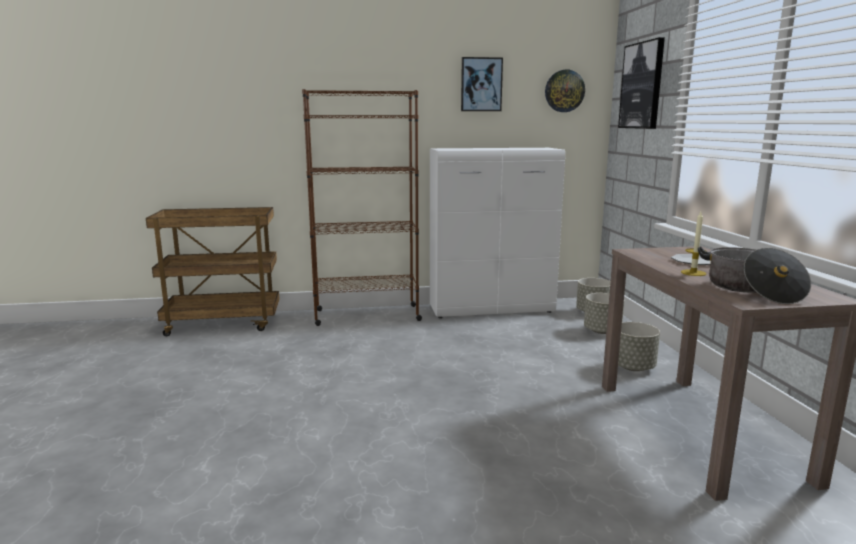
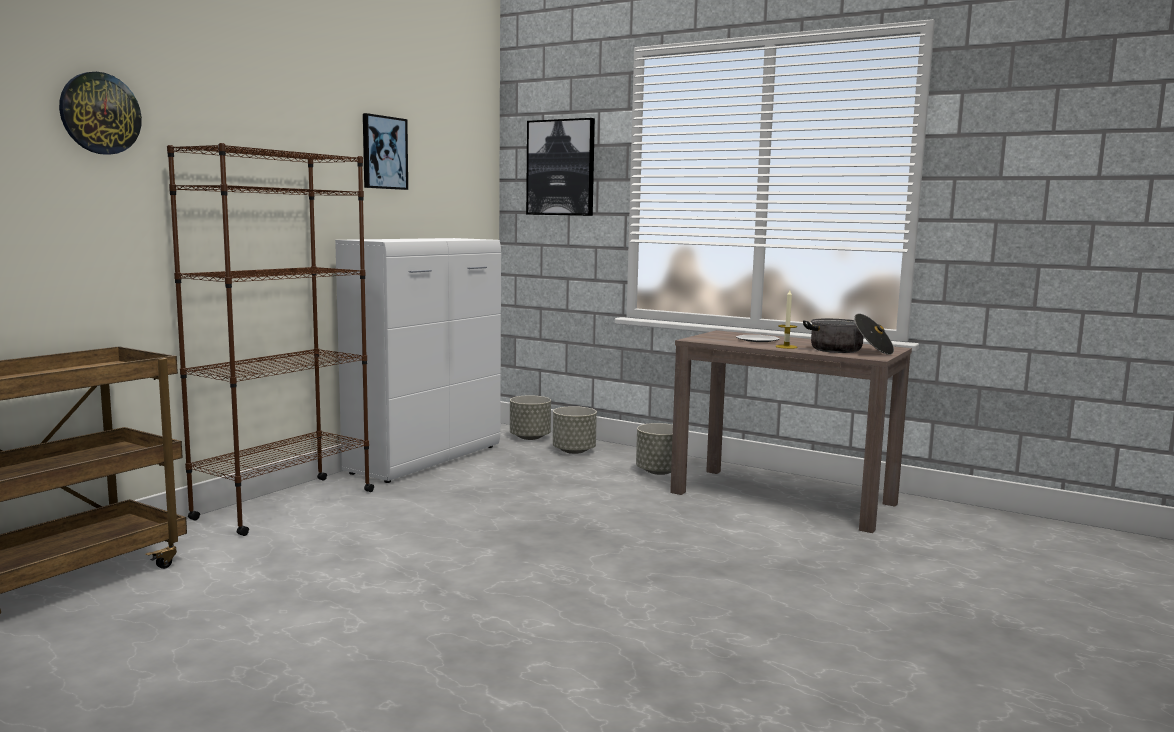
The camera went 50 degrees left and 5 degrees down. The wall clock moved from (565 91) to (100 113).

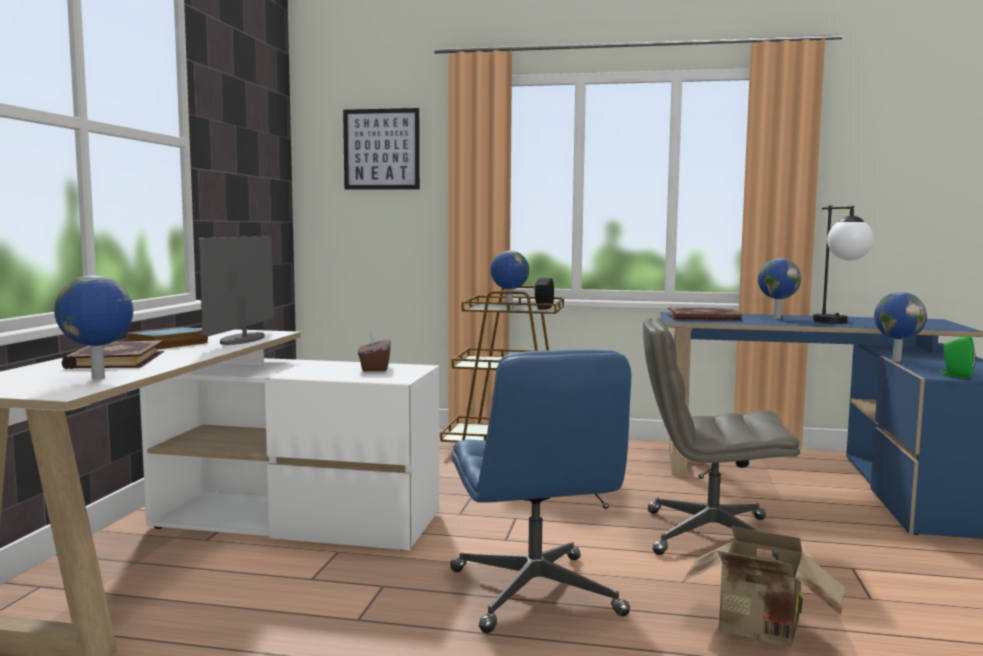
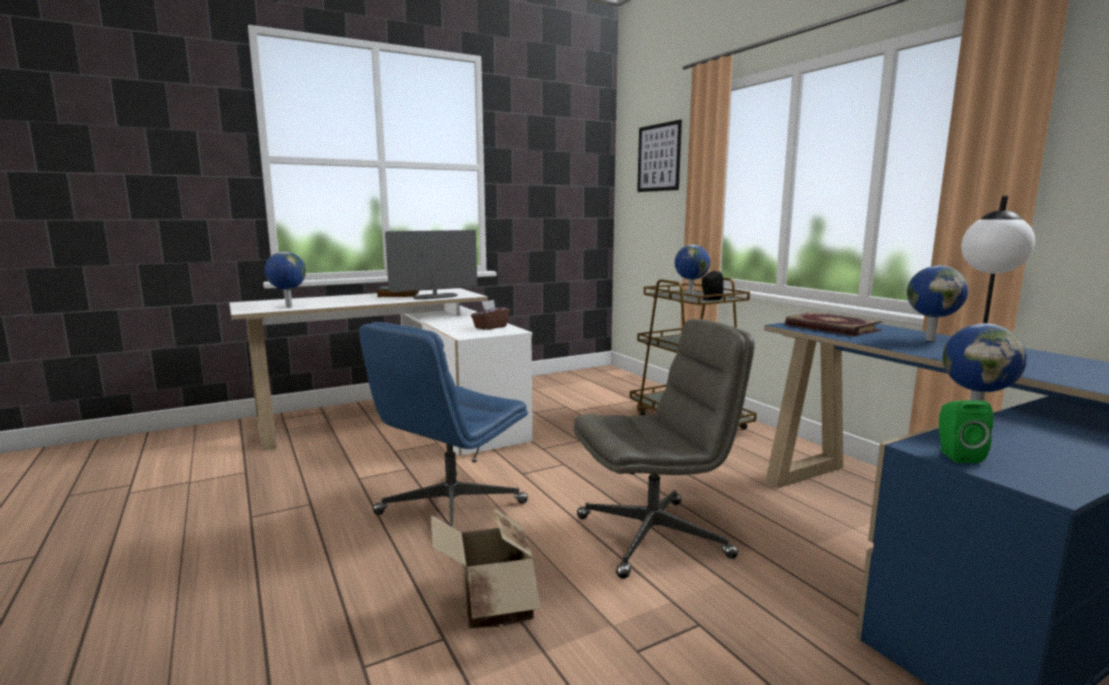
The camera went 50 degrees right and 5 degrees up. The grey office chair at (721 439) turned 105 degrees clockwise. The book at (112 354) disappeared.

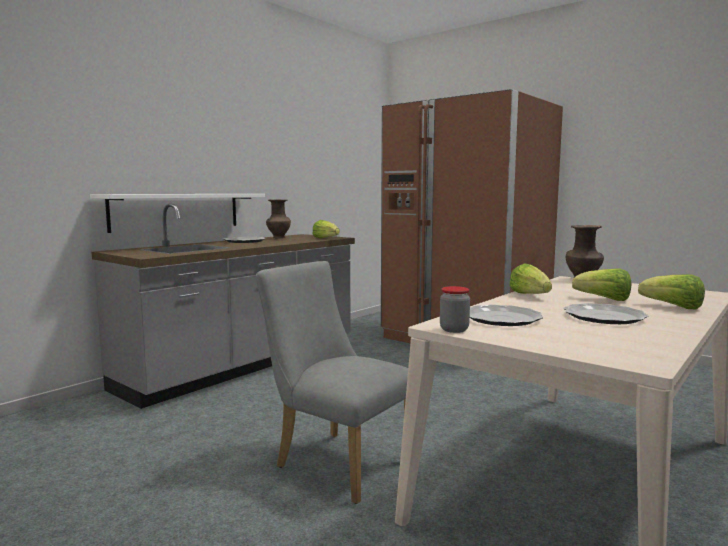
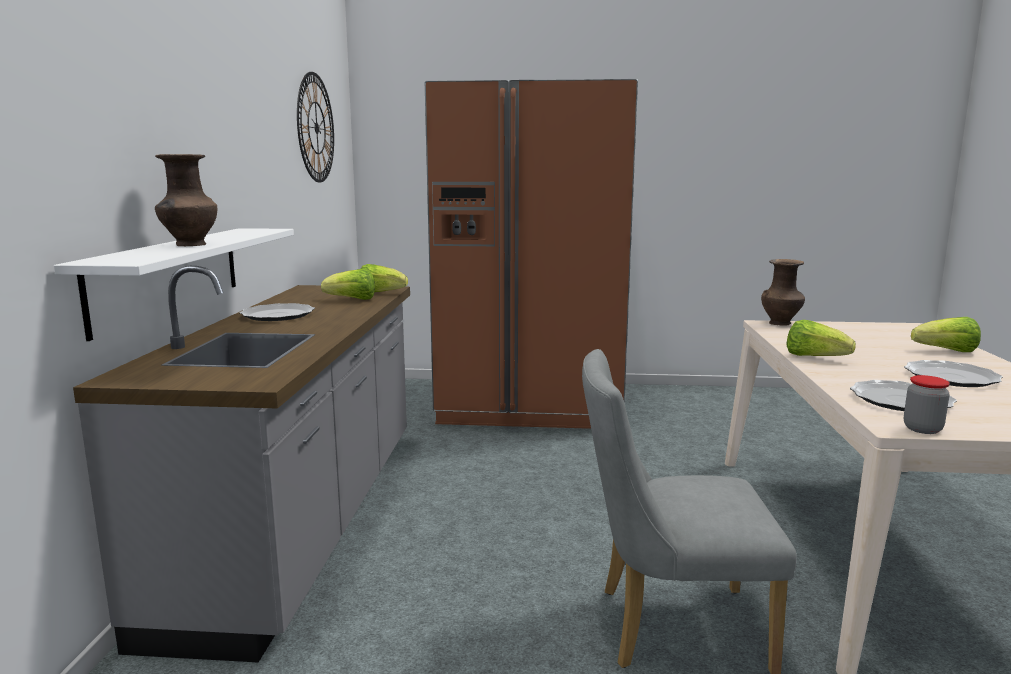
The camera went 35 degrees left and 5 degrees up. The brown vase moved from (278 219) to (186 200). The lettuce moved from (601 285) to (348 284). The wall clock at (315 127) appeared.

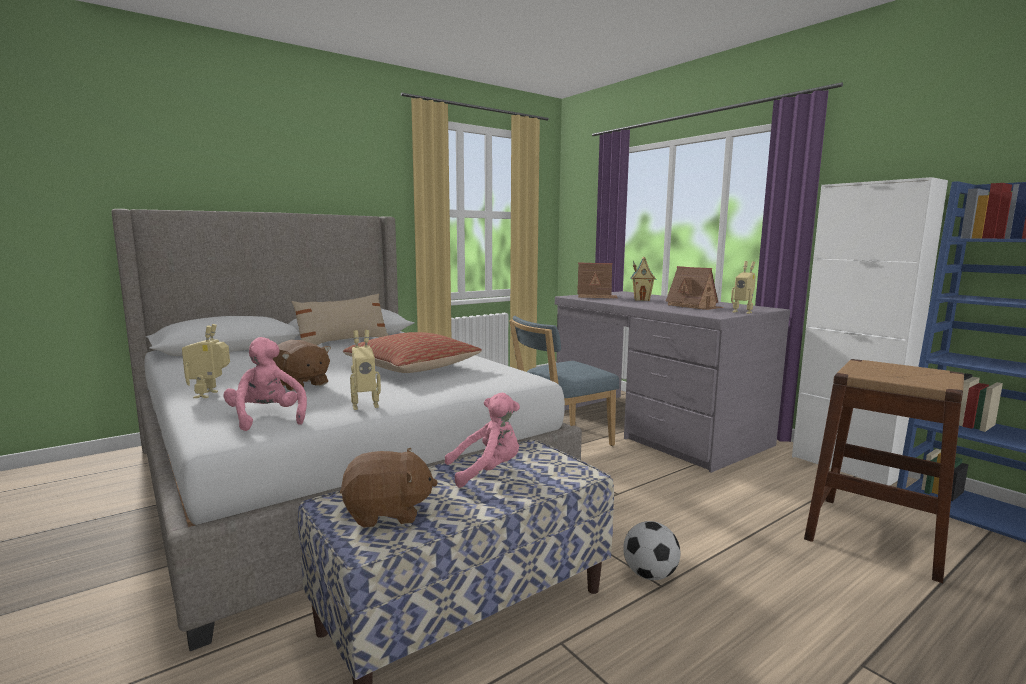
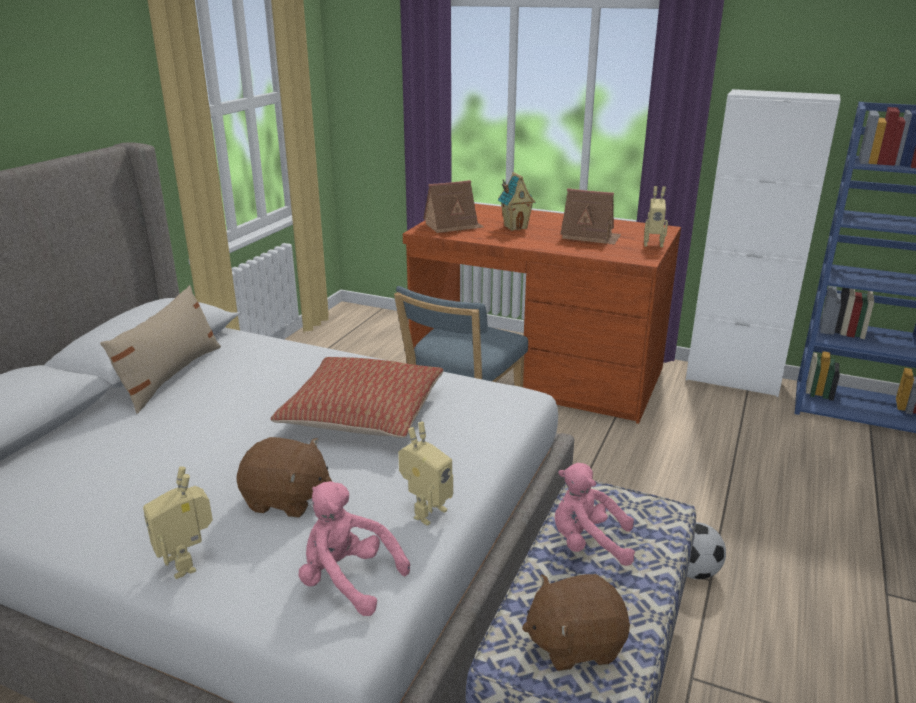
The camera went 30 degrees left and 15 degrees up. The grey desk at (672 382) became the brown desk at (542 314). The brown stool at (884 471) disappeared. The pink plush toy at (482 440) turned 120 degrees counterclockwise. The brown plush toy at (389 488) turned 150 degrees counterclockwise.

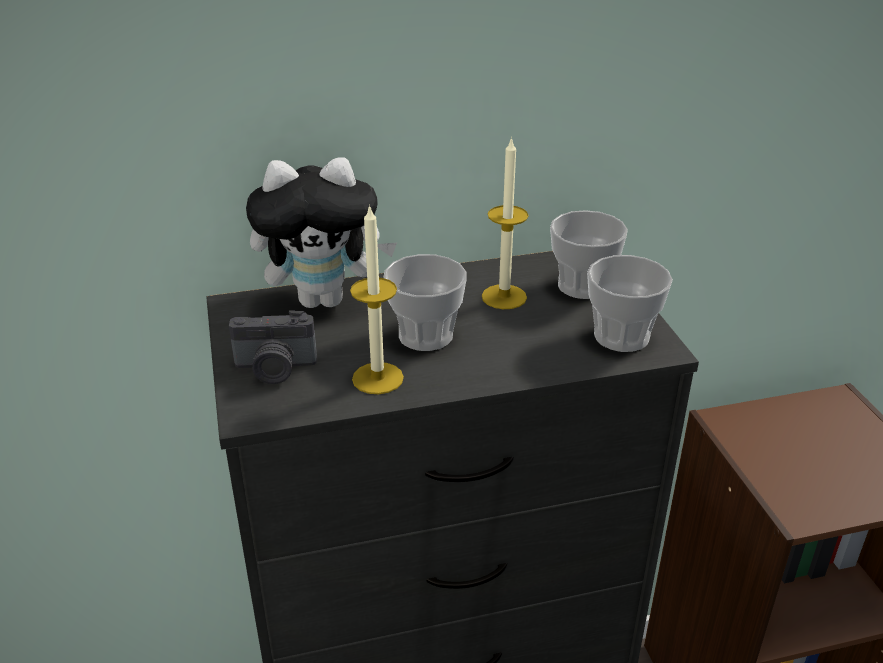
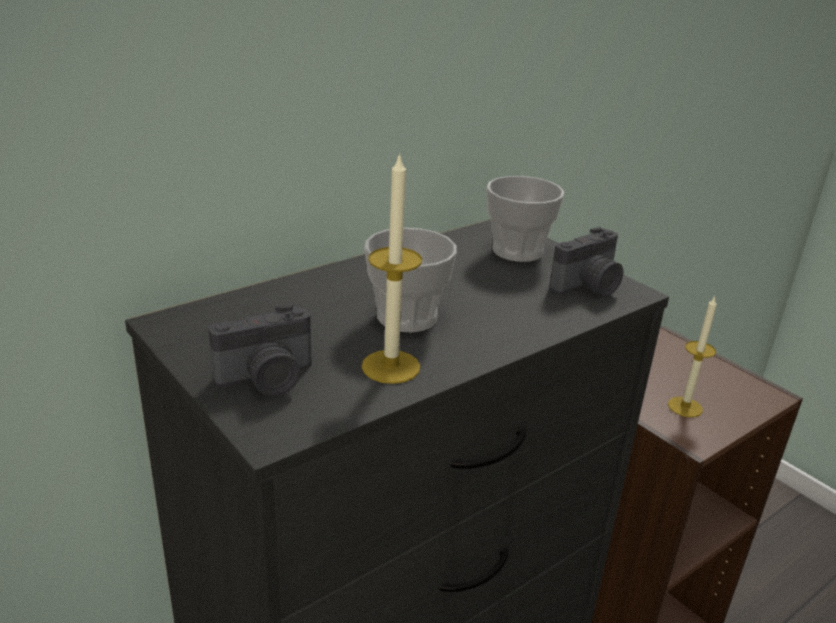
The camera went 25 degrees left and 5 degrees down. The candle moved from (505 223) to (692 356). The plush toy at (321 232) disappeared. The cup at (630 303) was replaced by the photo camera at (586 262).

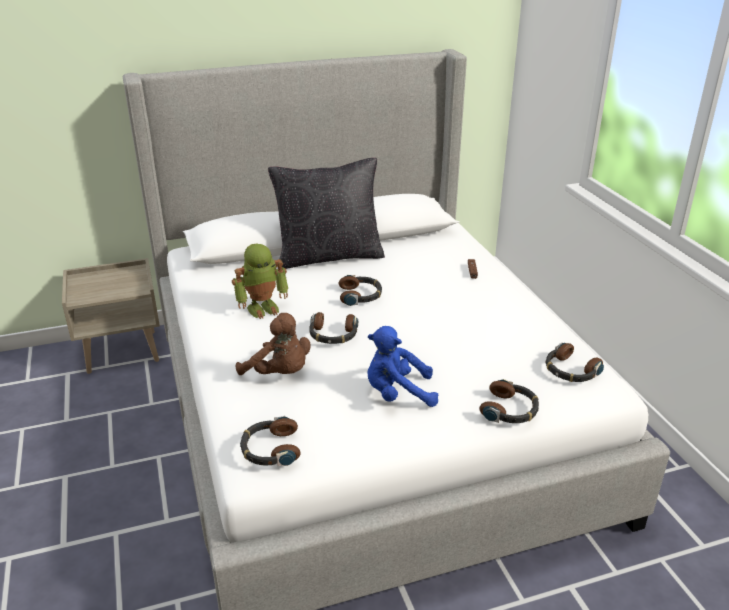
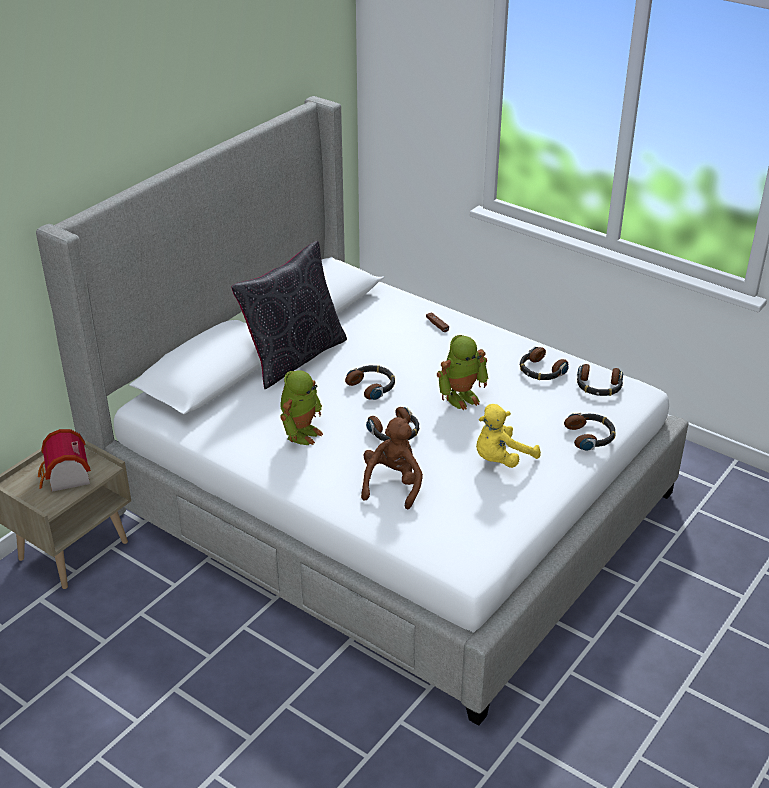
The camera went 35 degrees left and 5 degrees up. The brown plush toy at (273 344) turned 75 degrees counterclockwise. The blue plush toy at (402 366) became the yellow plush toy at (508 436). The headphones moved from (270 441) to (544 363). The toy robot at (462 372) appeared. The toy house at (64 460) appeared.

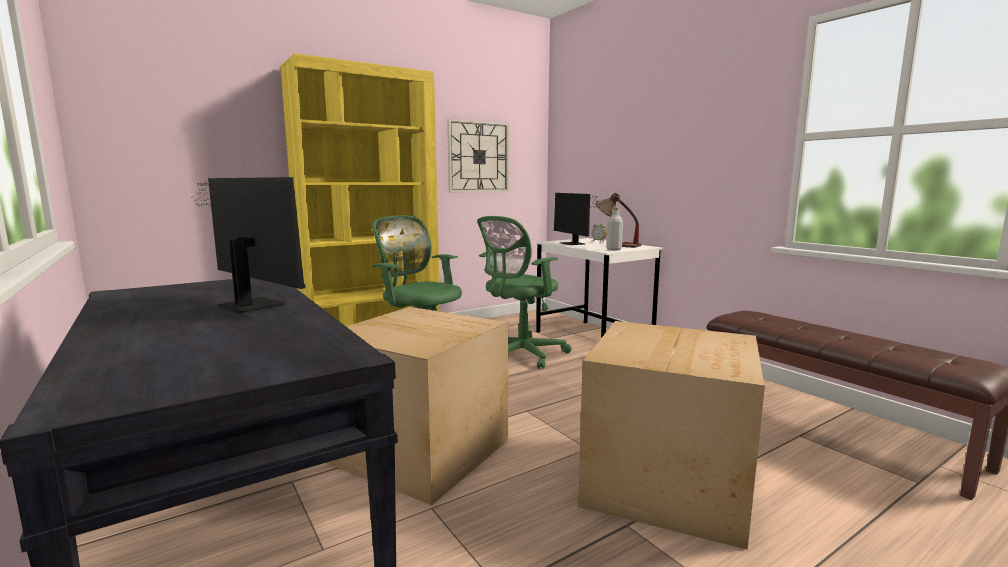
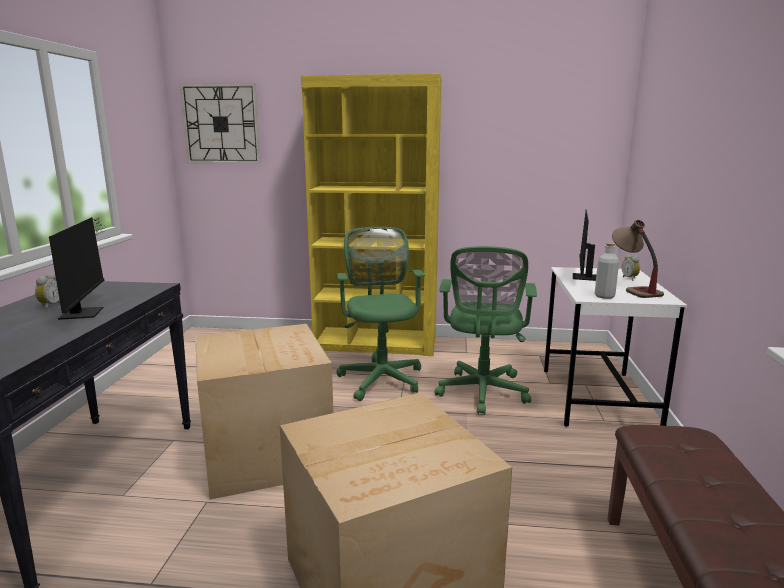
The camera went 40 degrees right and 5 degrees up. The wall clock moved from (478 156) to (220 123). The green office chair at (524 292) turned 75 degrees counterclockwise. The alarm clock at (47 291) appeared.

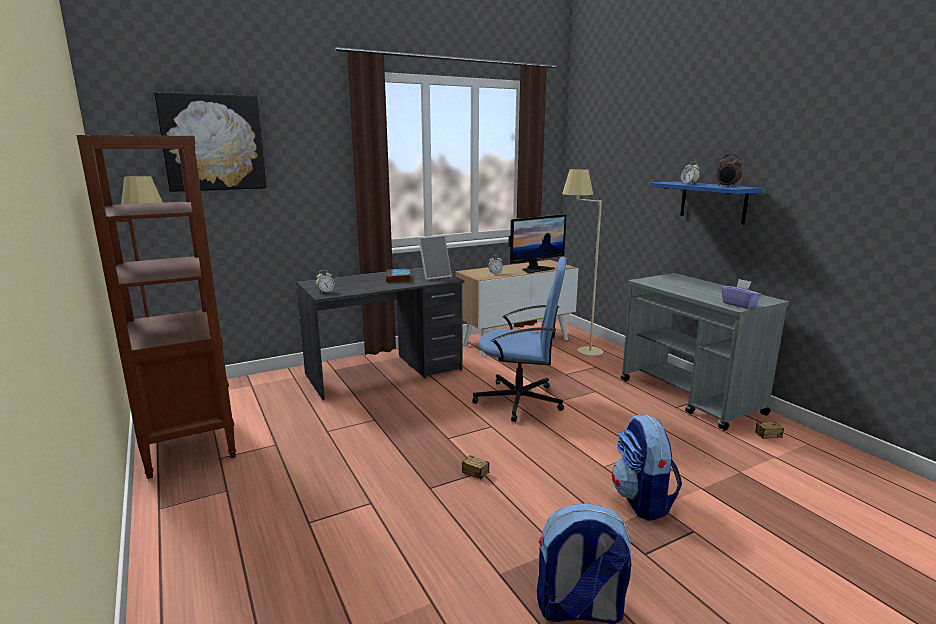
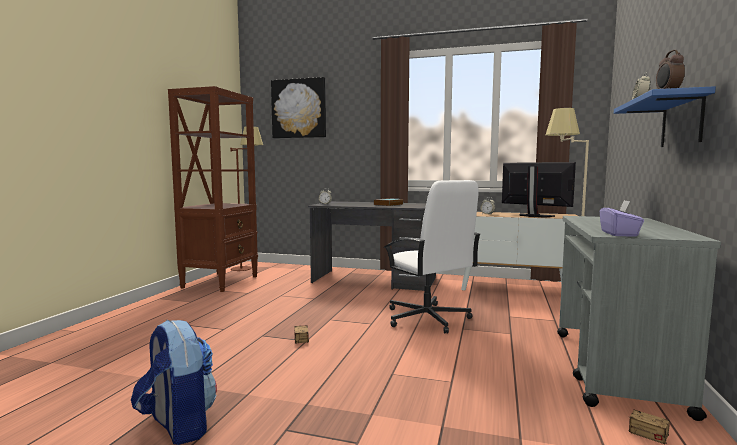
The camera went 45 degrees right and 10 degrees down. The monitor at (537 243) turned 150 degrees counterclockwise. The picture frame at (435 257) disappeared. The blue office chair at (519 339) became the white office chair at (432 257). The backpack at (647 467) disappeared.

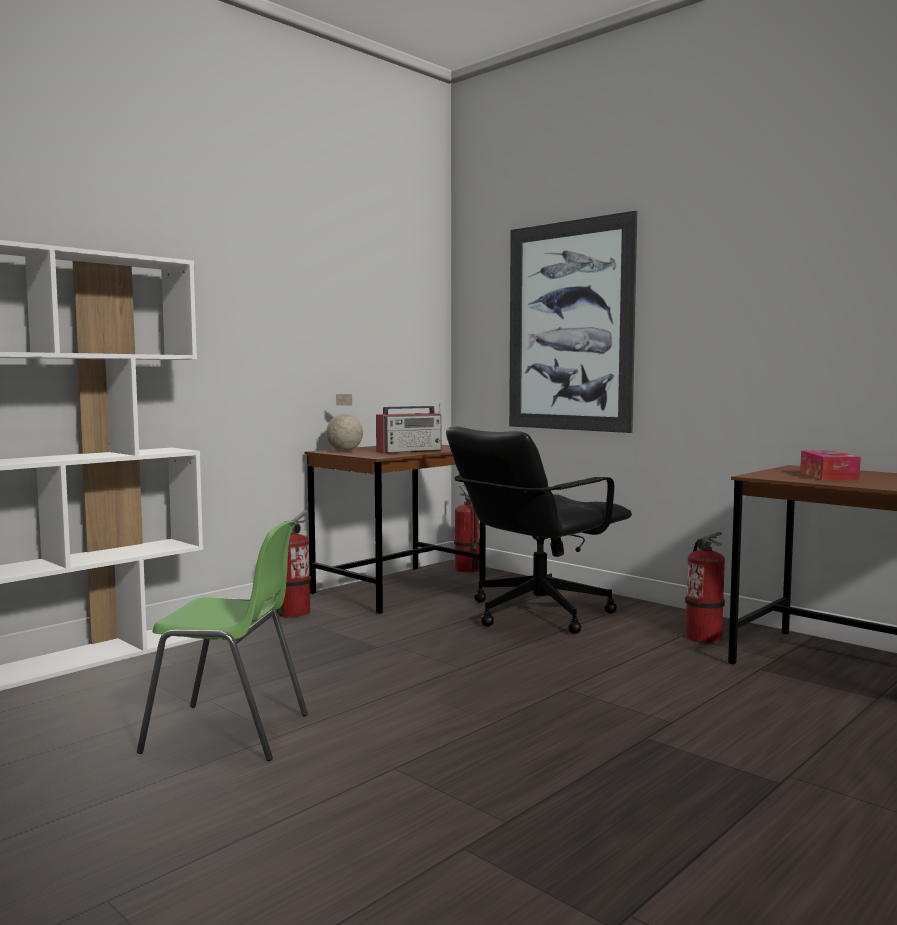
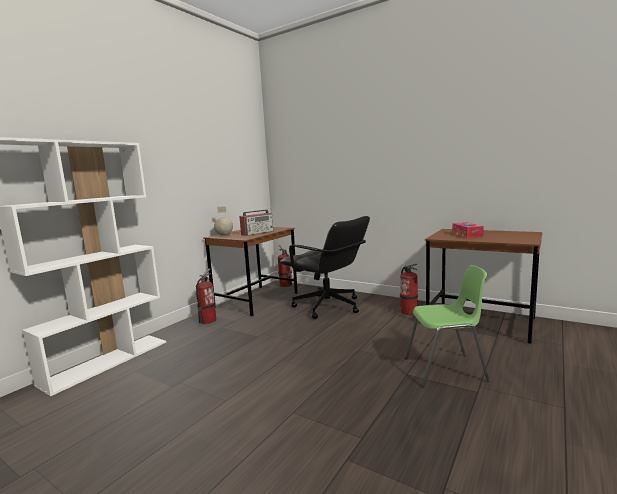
The camera went 10 degrees left and 5 degrees up. The picture at (573 322) disappeared. The black office chair at (539 530) turned 90 degrees counterclockwise. The green chair moved from (222 640) to (447 326).

